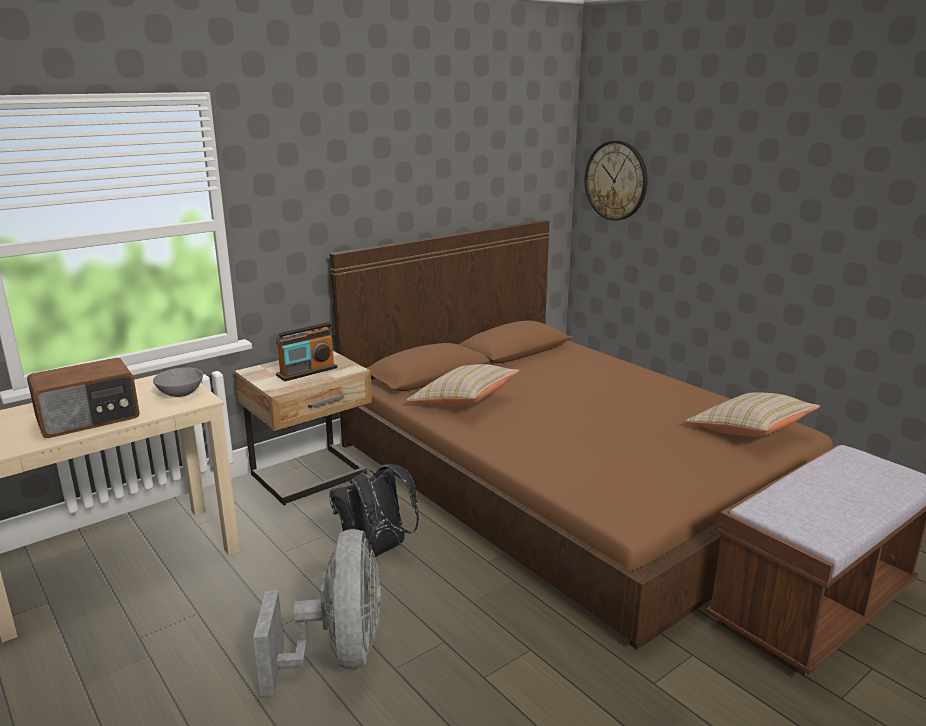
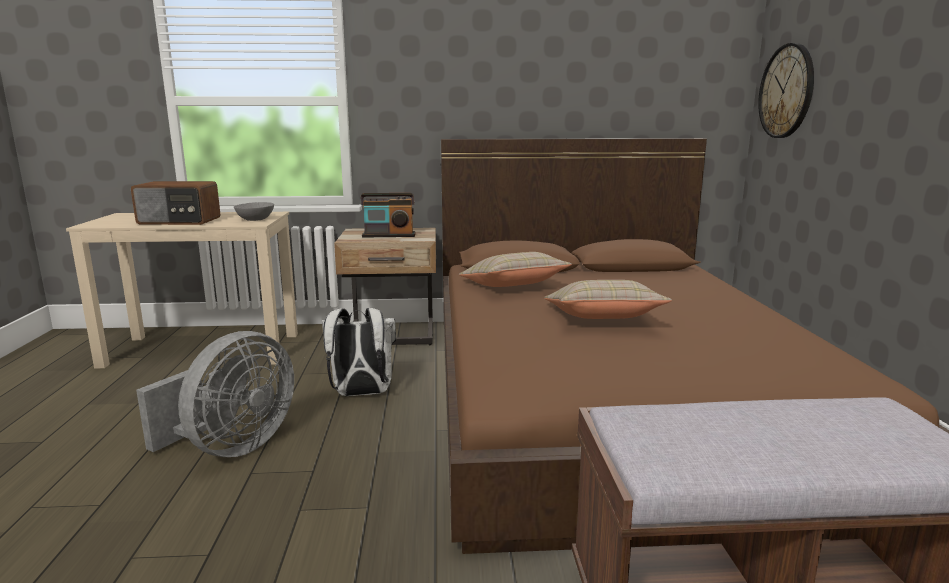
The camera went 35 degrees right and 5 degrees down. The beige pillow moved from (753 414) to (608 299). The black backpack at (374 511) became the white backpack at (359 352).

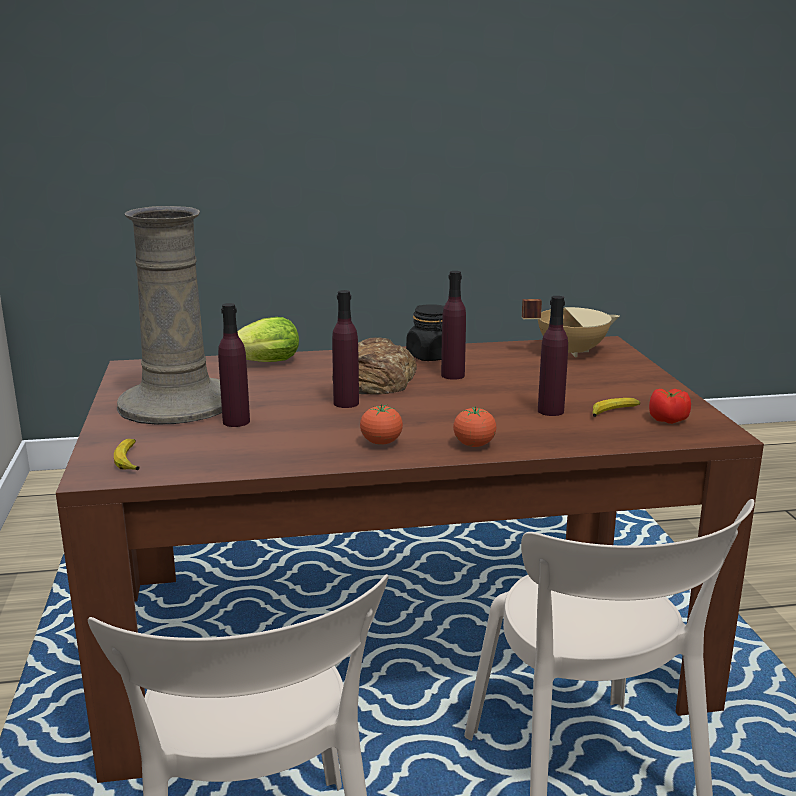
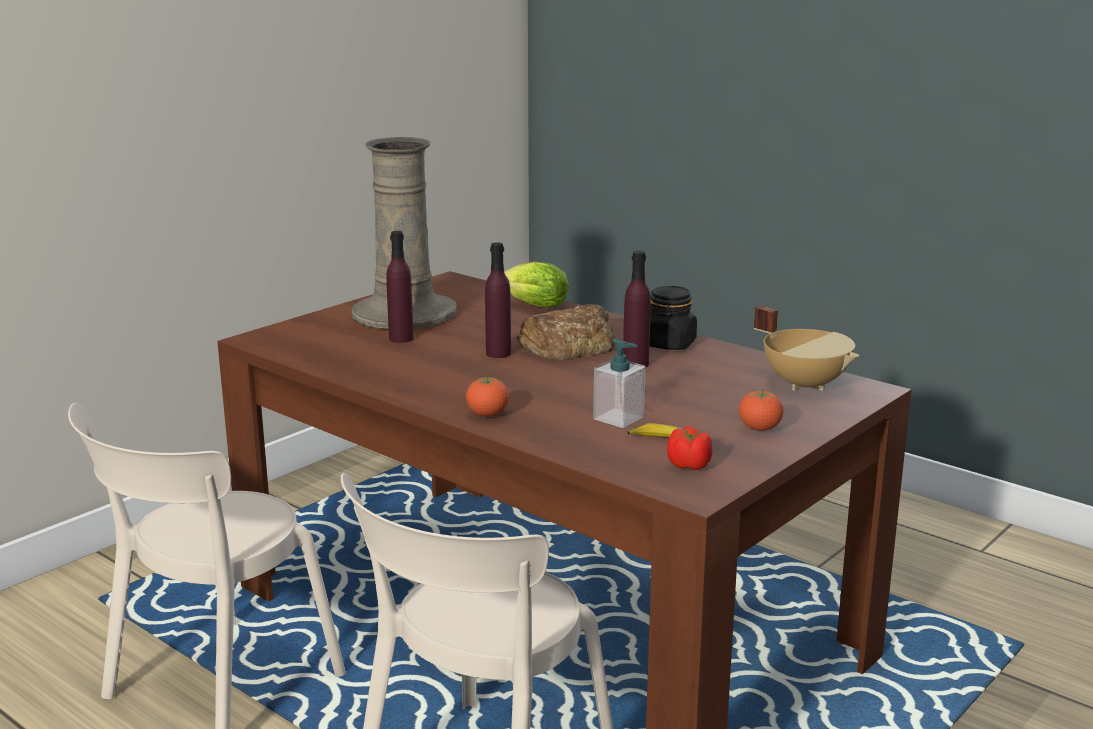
The camera went 50 degrees right and 0 degrees up. The purple bottle at (553 356) was replaced by the soap dispenser at (619 383). The tomato moved from (381 424) to (761 410). The banana at (127 454) disappeared.

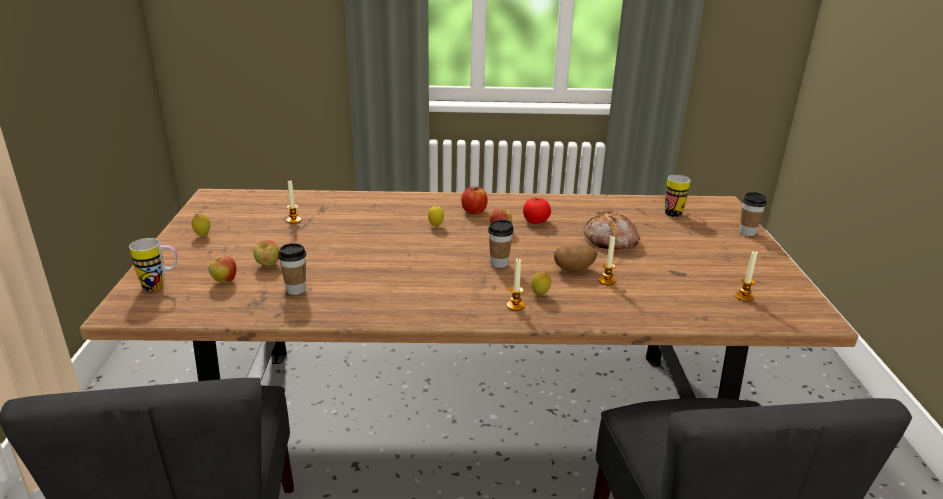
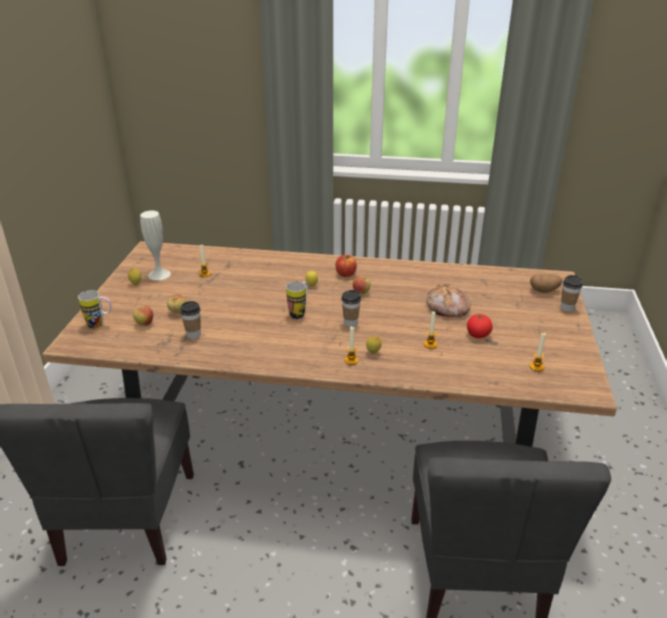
The camera went 10 degrees right and 5 degrees up. The mug moved from (678 196) to (297 300). The tomato moved from (537 210) to (480 326). The potato moved from (575 259) to (546 283). The white vase at (155 245) appeared.

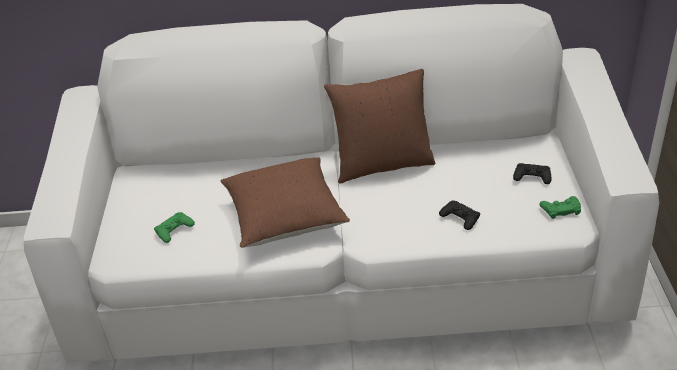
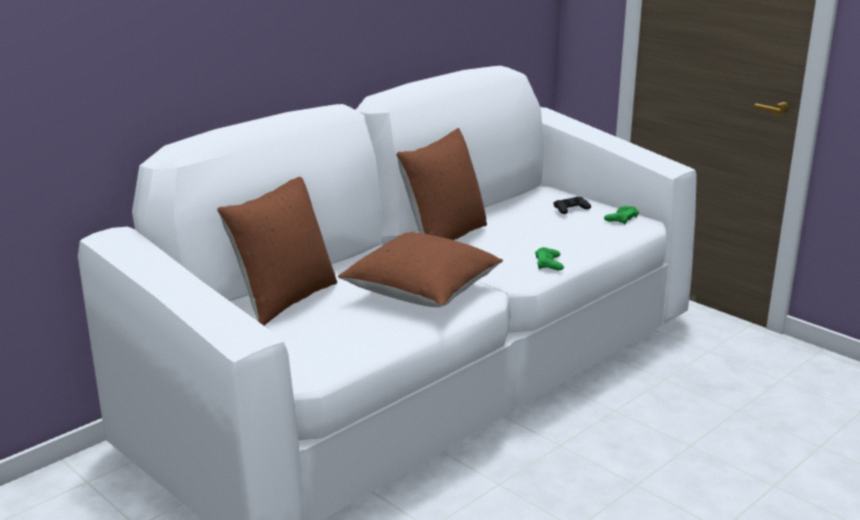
The camera went 45 degrees left and 15 degrees down. The black game controller at (459 215) disappeared. The green game controller moved from (174 227) to (549 258). The brown pillow at (277 251) appeared.

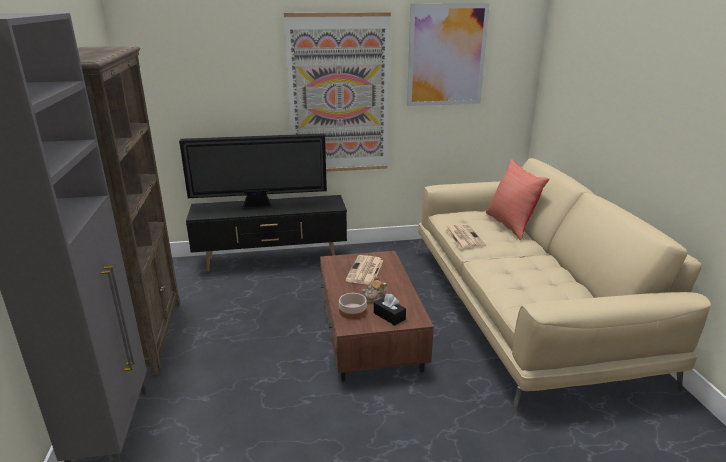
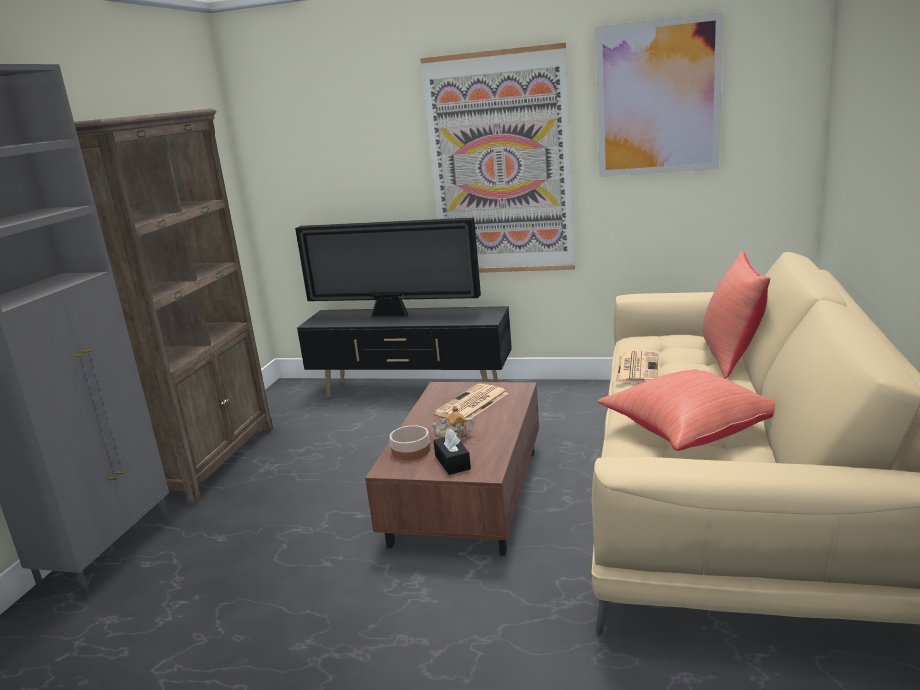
The camera went 25 degrees right and 5 degrees down. The red pillow at (686 410) appeared.

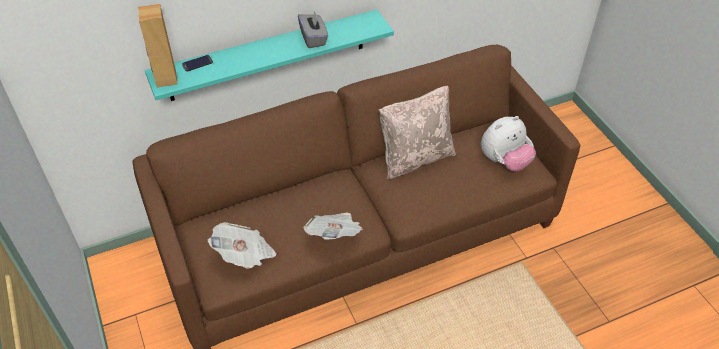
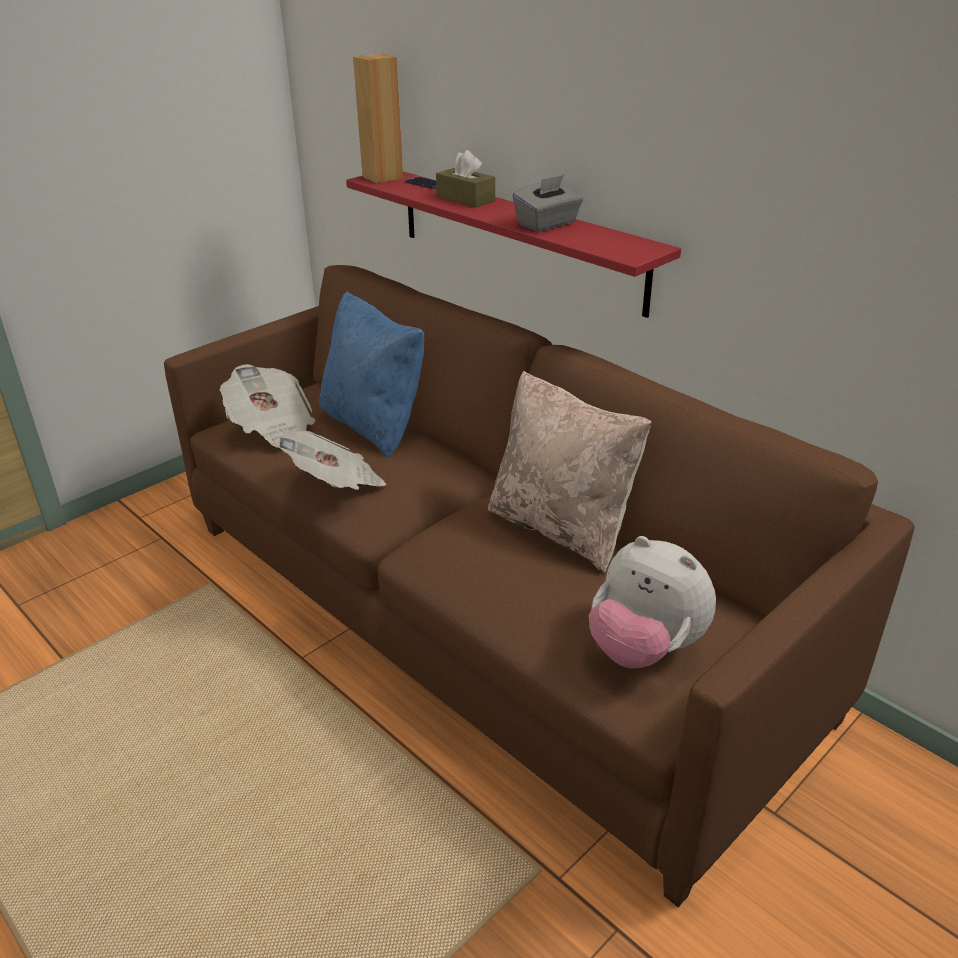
The camera went 70 degrees right and 15 degrees down. The turquoise shelf at (269 55) became the red shelf at (513 244). The brown tissue box at (465 179) appeared. The blue pillow at (371 374) appeared.

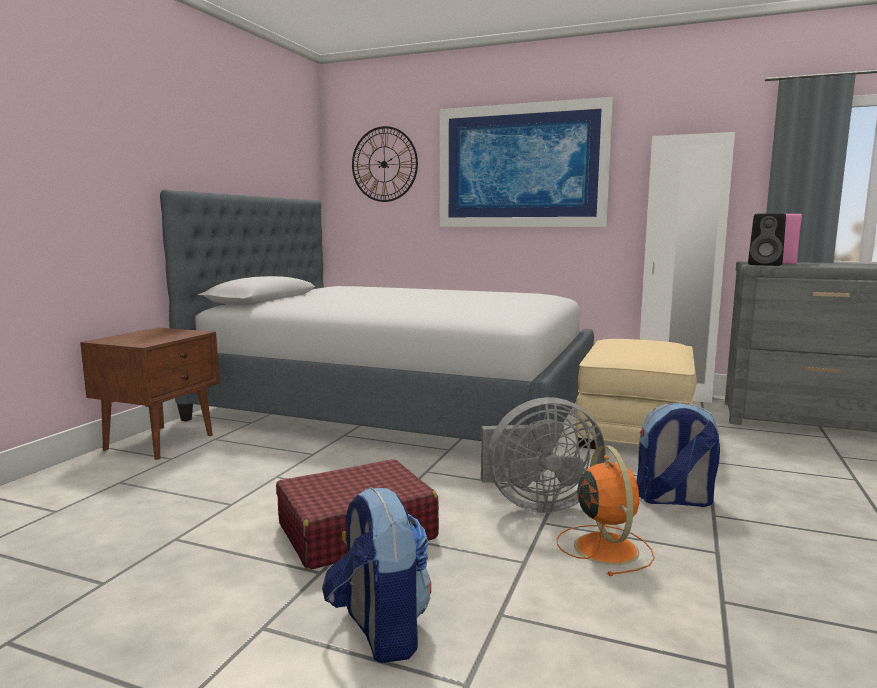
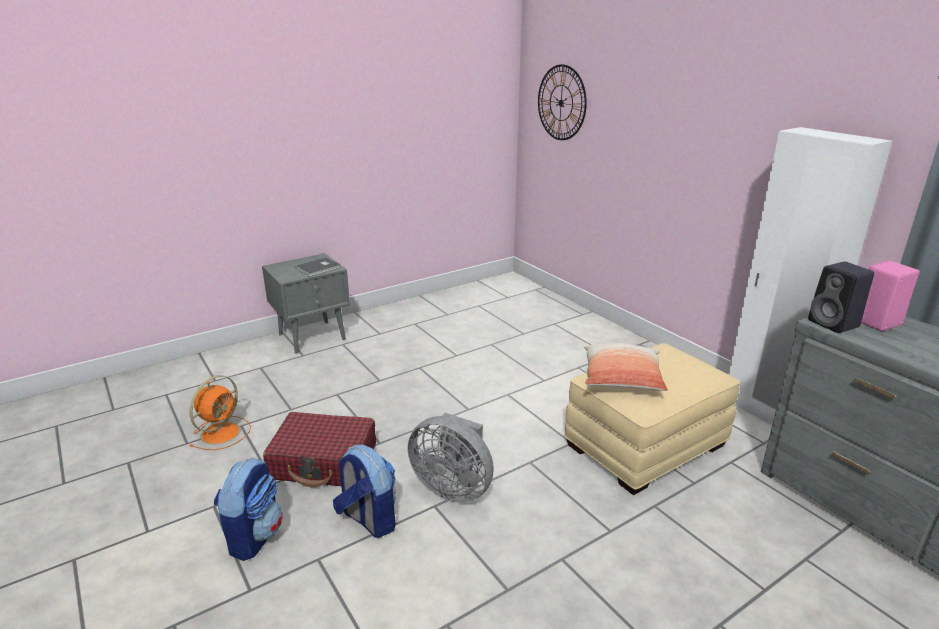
The camera went 35 degrees right and 15 degrees up. The picture at (527 162) disappeared. The bed at (377 331) disappeared. The brown nightstand at (150 393) became the grey nightstand at (306 303). The backpack moved from (678 454) to (364 491). The orange fan moved from (606 510) to (220 412). The grey book at (318 267) appeared. The pillow at (626 367) appeared.

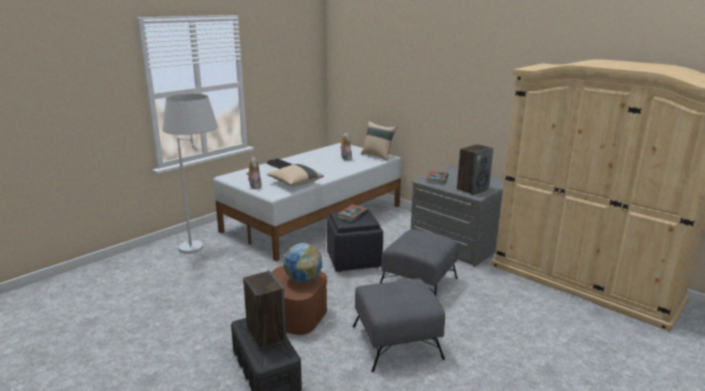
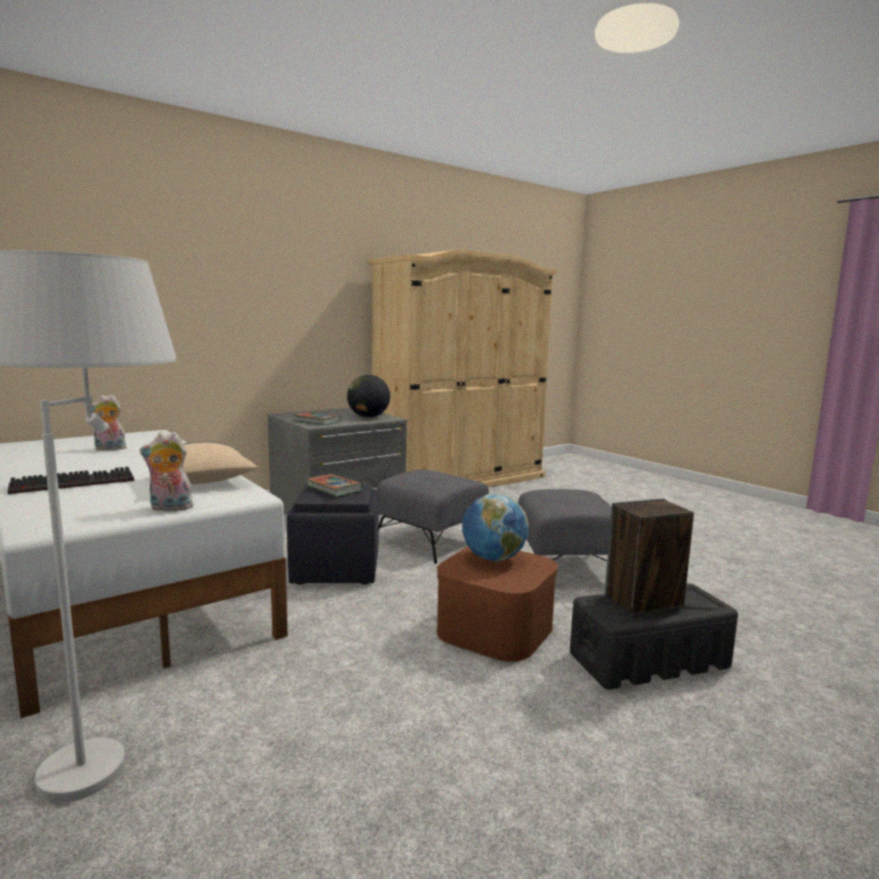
The camera went 80 degrees left and 10 degrees down. The beige pillow at (379 141) disappeared. The speaker at (475 169) was replaced by the globe at (368 396).

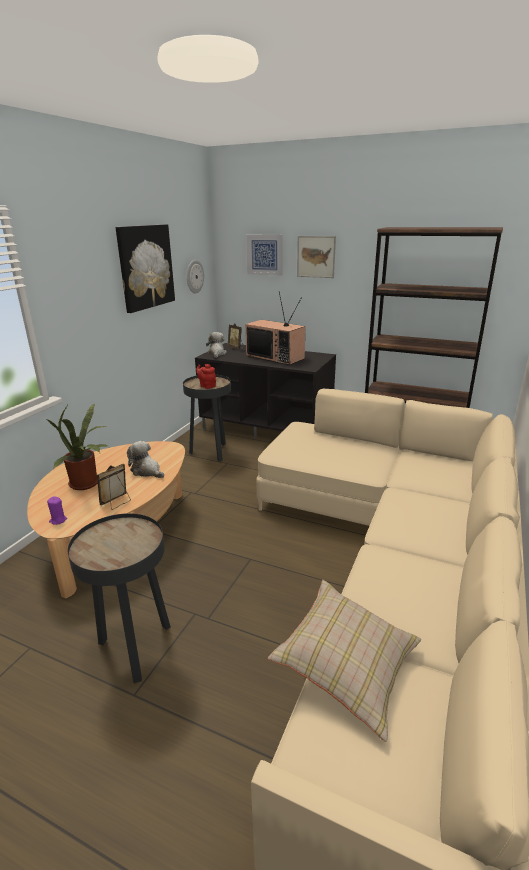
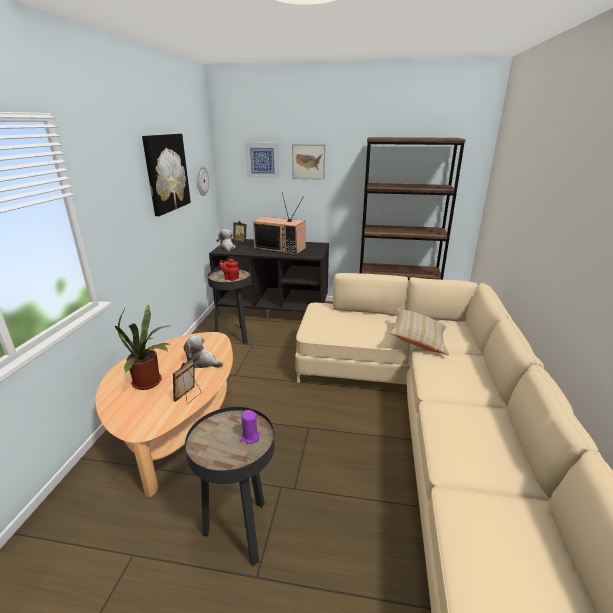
The camera went 15 degrees left and 0 degrees up. The purple candle moved from (57 510) to (250 427). The beige pillow moved from (344 661) to (419 331).

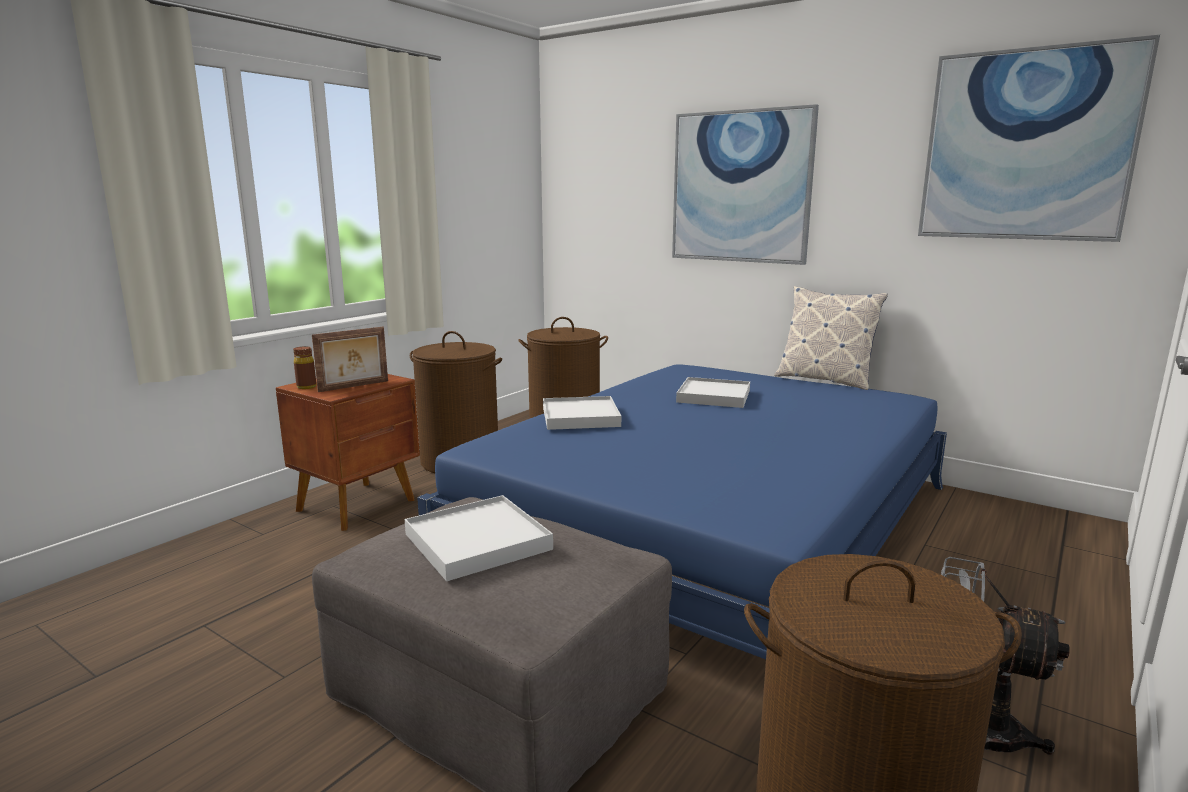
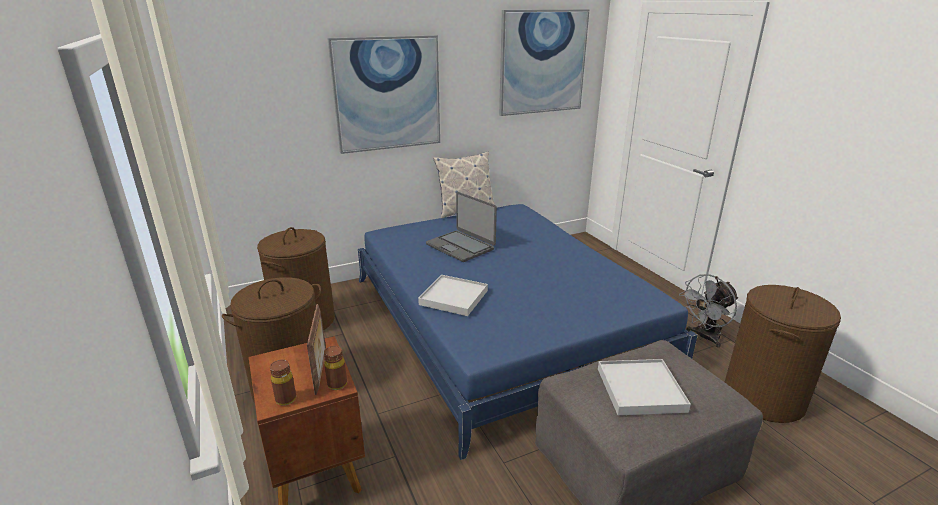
The camera went 60 degrees left and 10 degrees up. The white tray at (713 392) was replaced by the laptop at (461 227). The brown bottle at (335 368) appeared.

